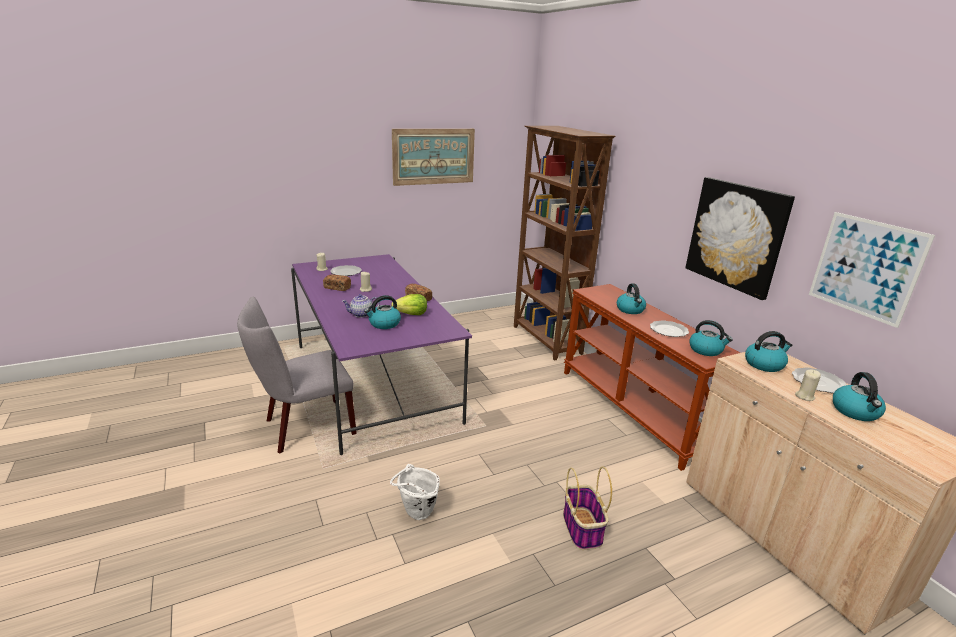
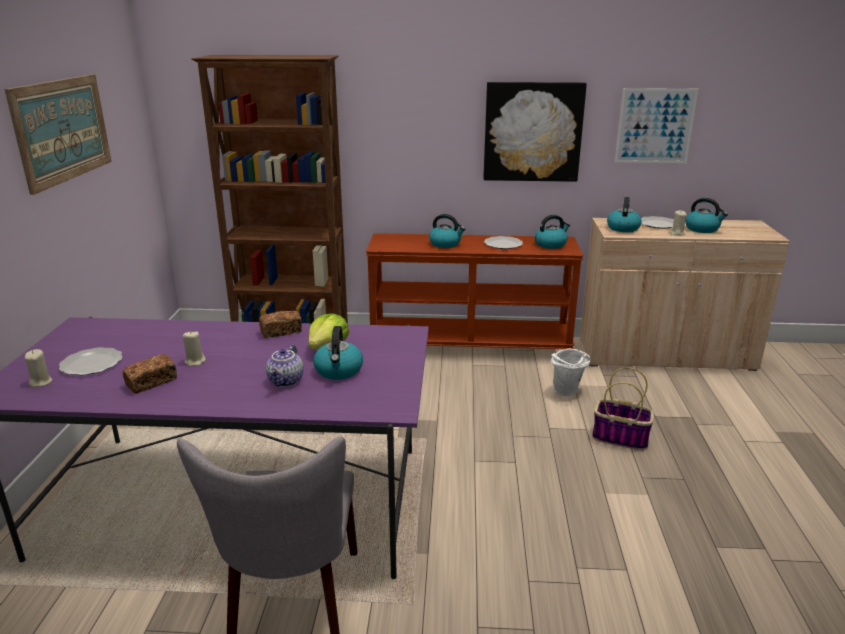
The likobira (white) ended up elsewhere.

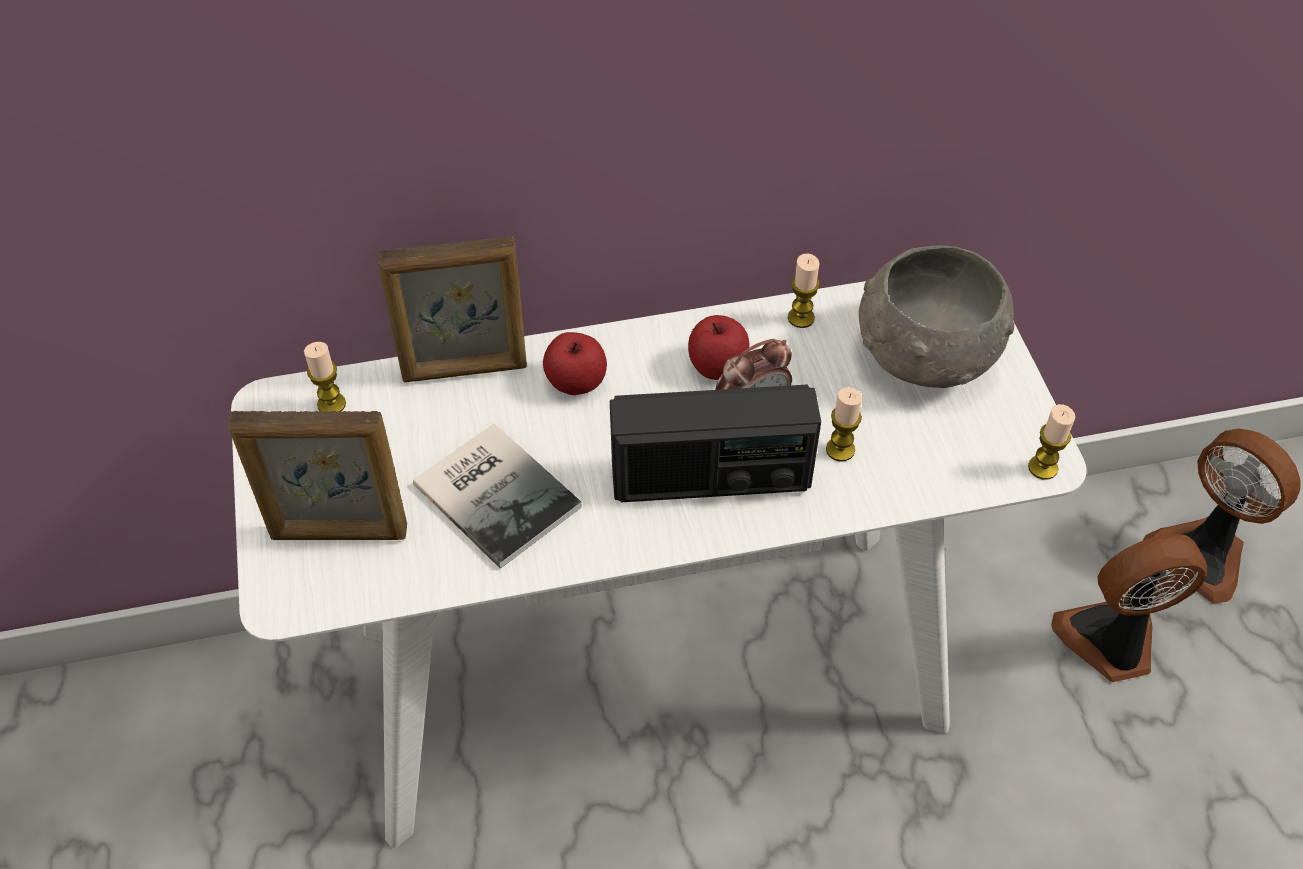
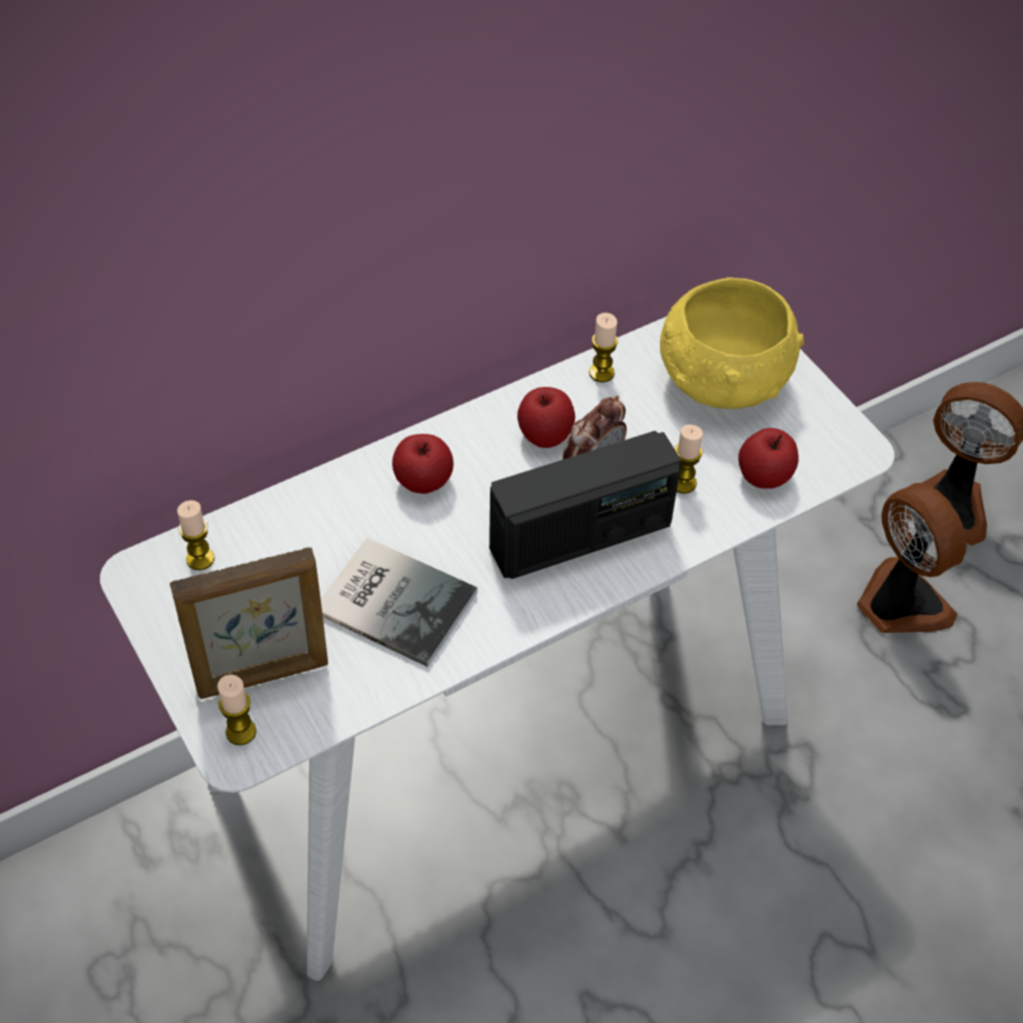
The second view lost the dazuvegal (no. 2 from left).
The second view gained the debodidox (no. 3 from left).
The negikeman (no. 4 from left in the first image) ended up elsewhere.
What was the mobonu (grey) turned into the mobonu (yellow).
The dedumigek (no. 1 from left) ended up facing another way, 90 degrees clockwise from before.

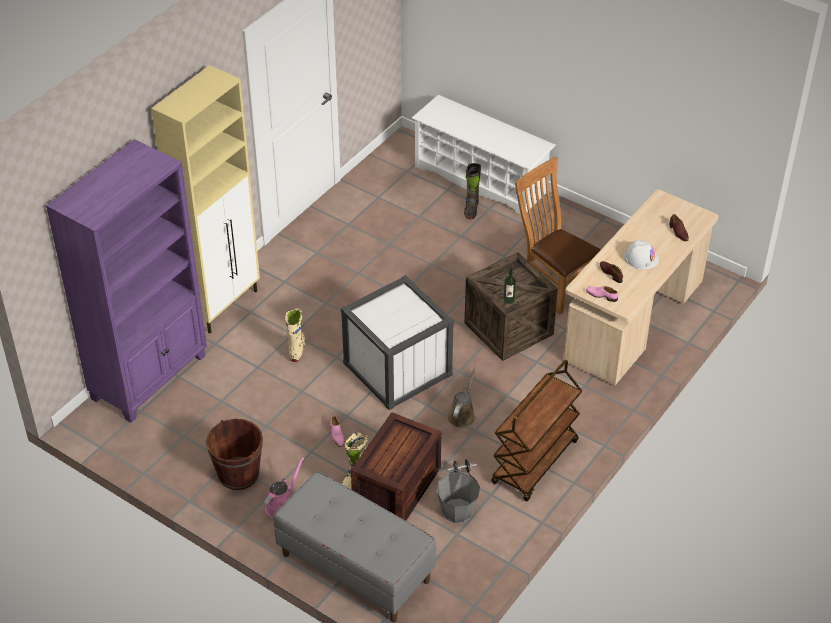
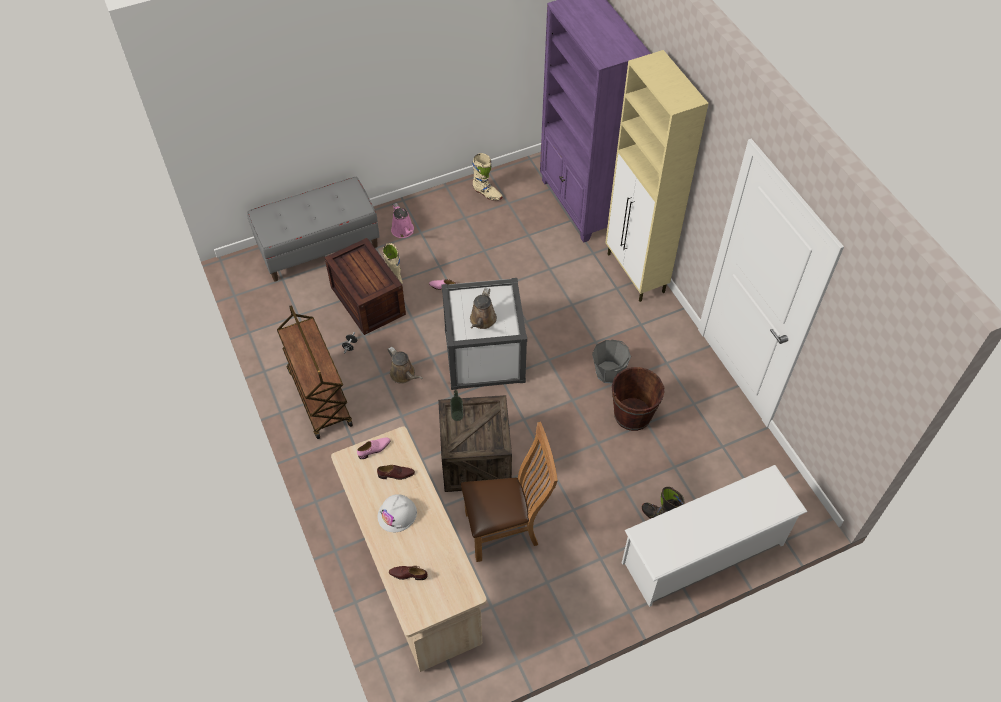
The second view gained the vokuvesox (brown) (no. 2 from left).
The likobira (brown) ended up elsewhere.
The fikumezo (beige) (no. 1 from left in the first image) ended up elsewhere.
The likobira (grey) ended up elsewhere.

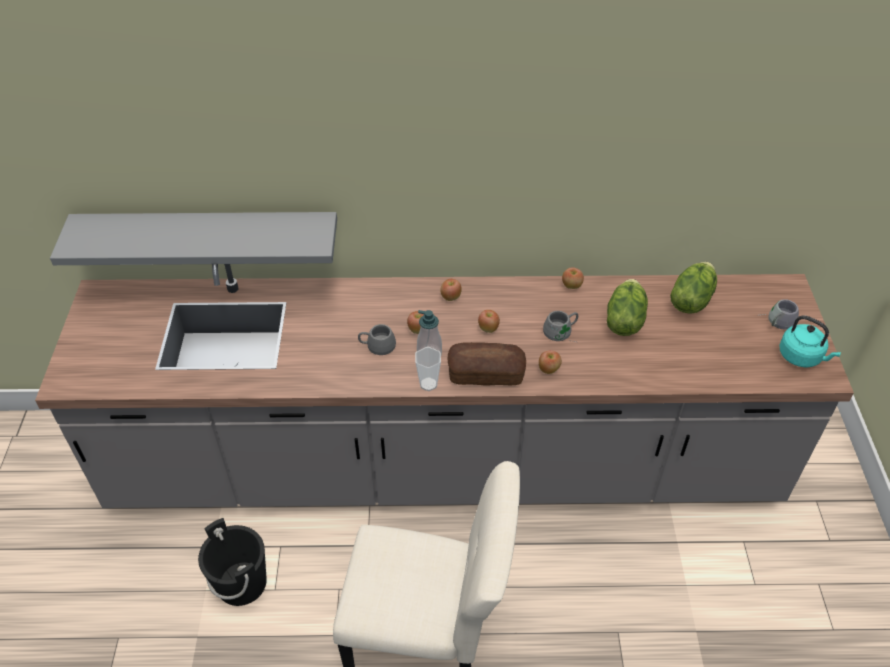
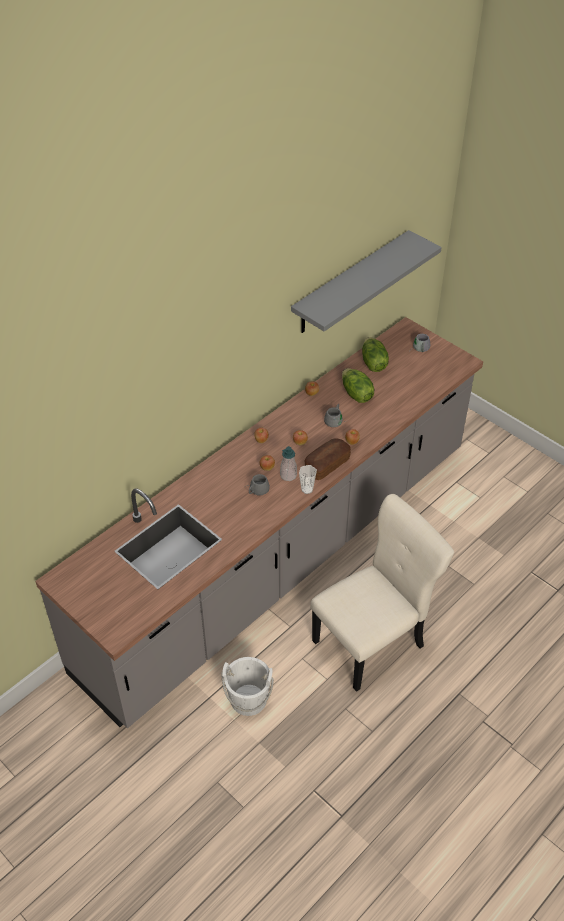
The second view lost the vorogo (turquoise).
The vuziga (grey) ended up elsewhere.
What was the likobira (black) turned into the likobira (white).

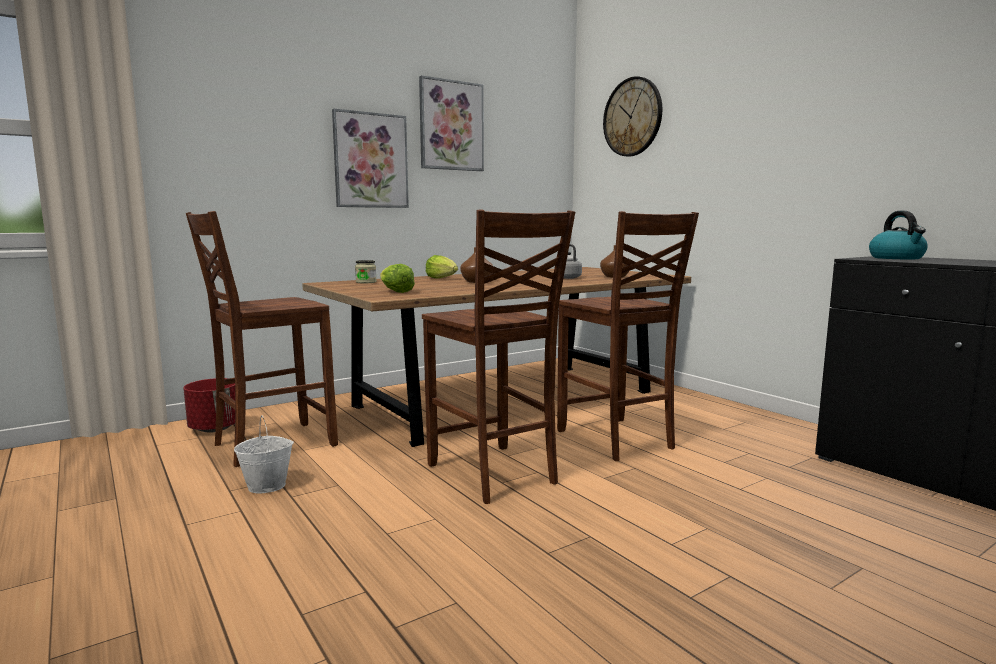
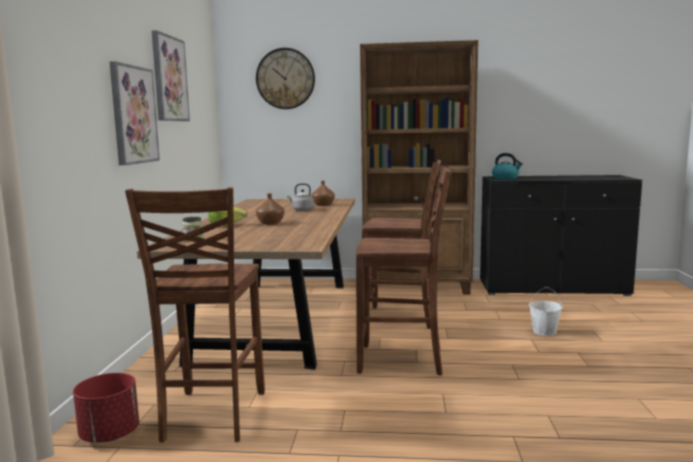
The second view lost the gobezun (no. 1 from left).
The second view gained the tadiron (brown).
The likobira (white) ended up elsewhere.

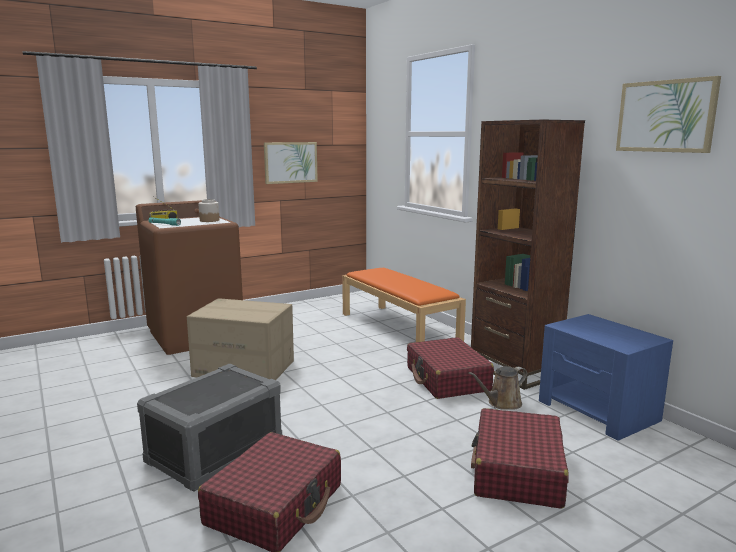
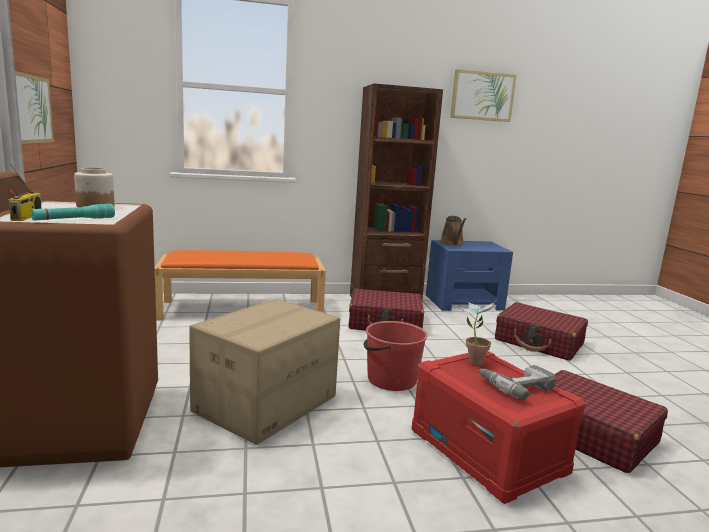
The second view gained the likobira (red).
The second view gained the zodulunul.
The second view gained the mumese.
The vokuvesox (brown) ended up elsewhere.
What was the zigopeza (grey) turned into the zigopeza (red).

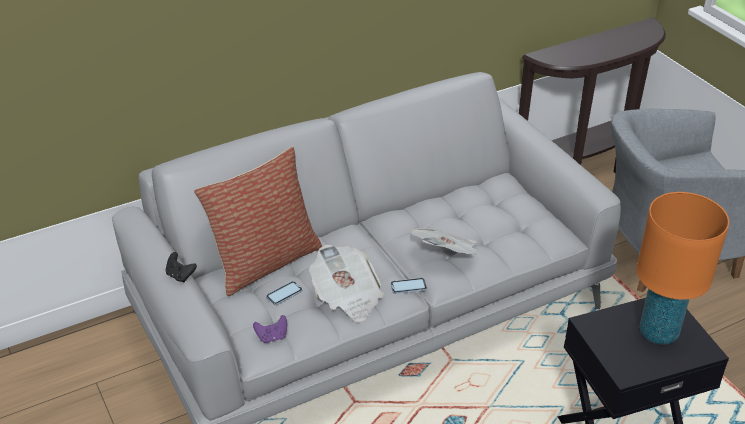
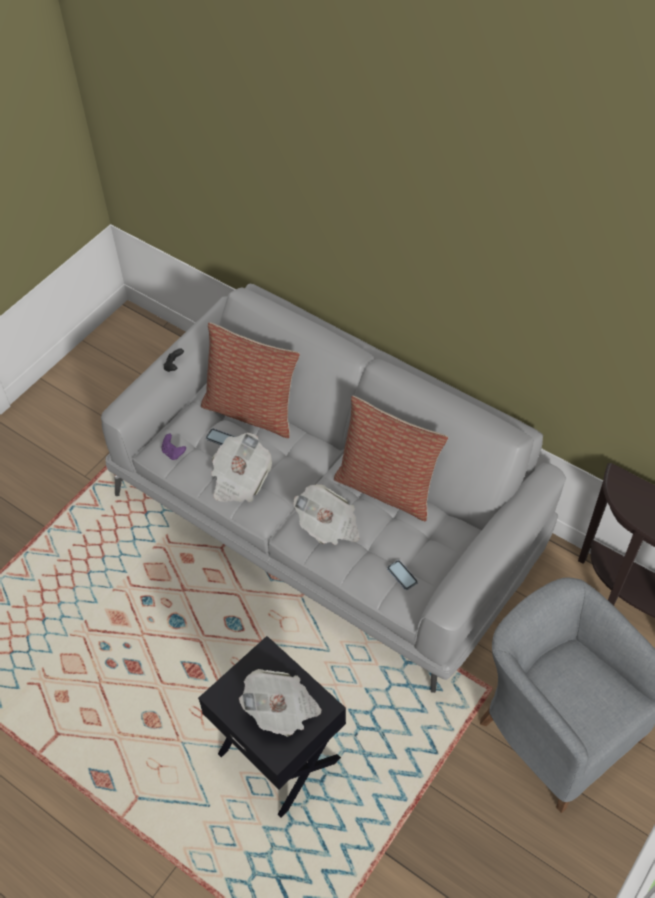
The second view gained the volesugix (no. 2 from left).
The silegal (no. 2 from left) ended up elsewhere.
Where the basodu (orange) stood, the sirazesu (no. 2 from left) came to stand.

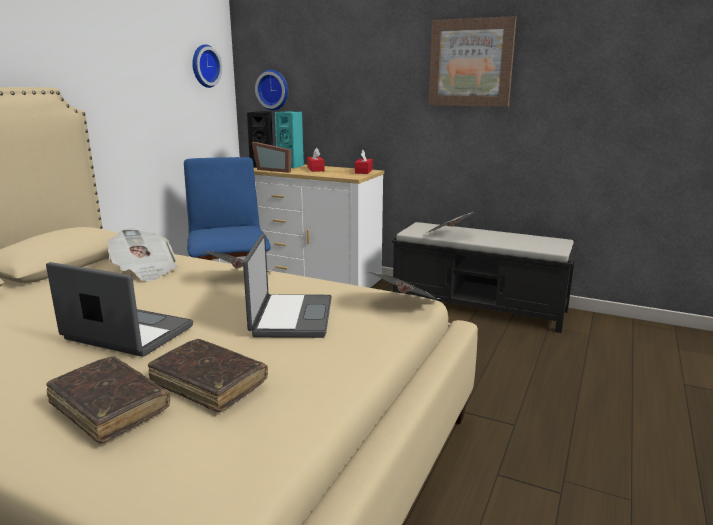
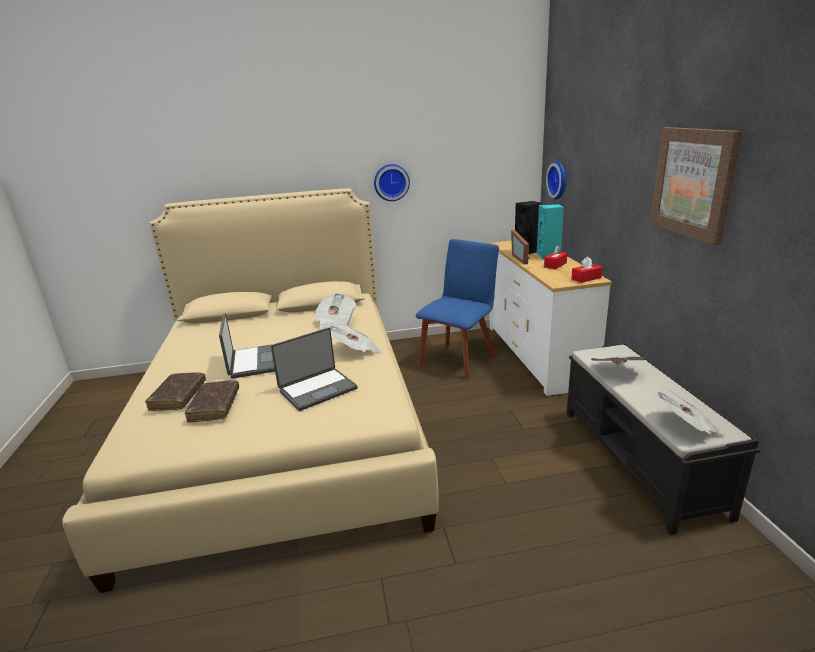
The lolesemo (no. 1 from left) ended up elsewhere.
The sirazesu (no. 3 from left in the first image) ended up elsewhere.

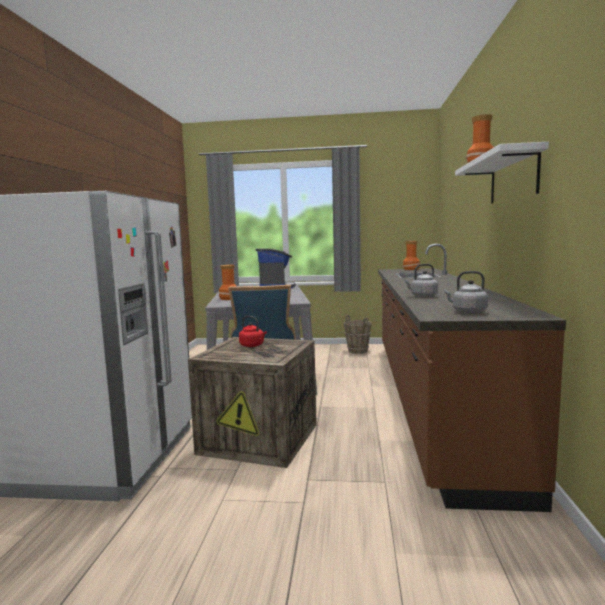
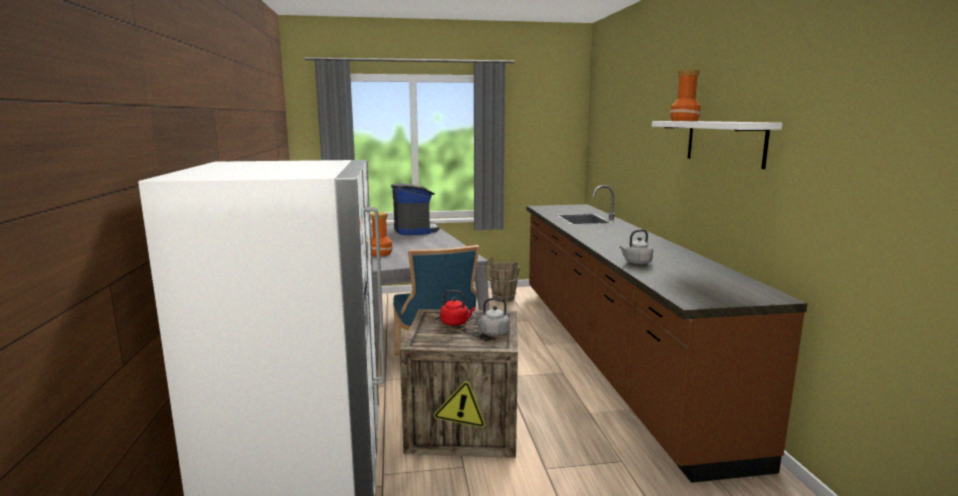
The second view lost the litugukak (no. 2 from left).
The vorogo (grey) (no. 2 from left in the first image) ended up elsewhere.

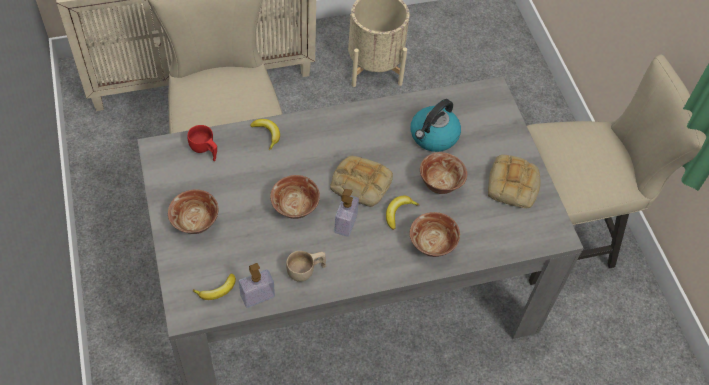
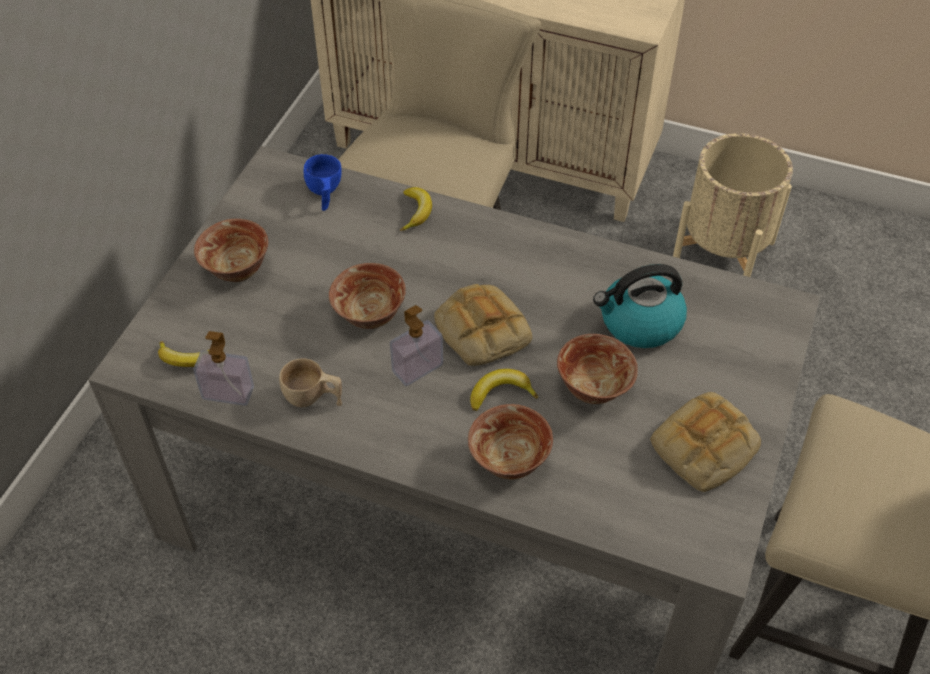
What was the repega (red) turned into the repega (blue).

